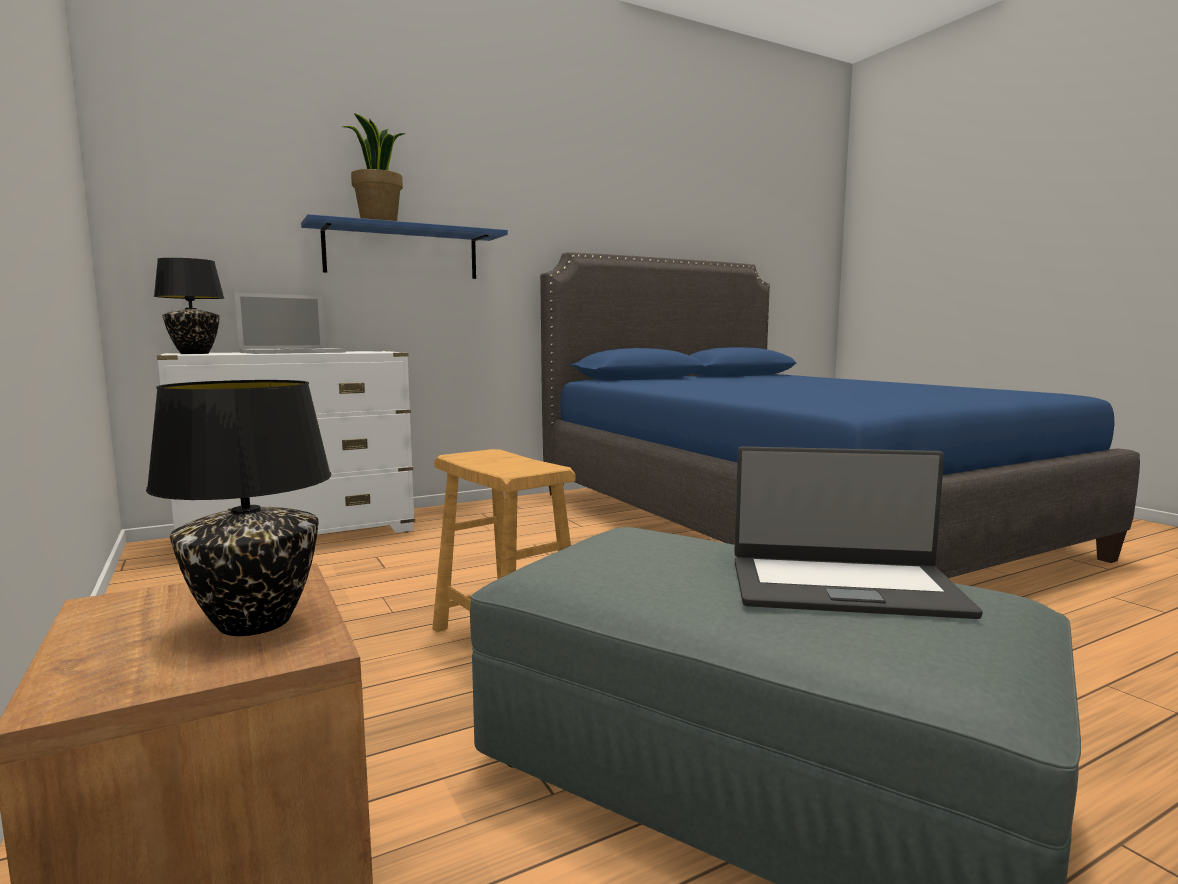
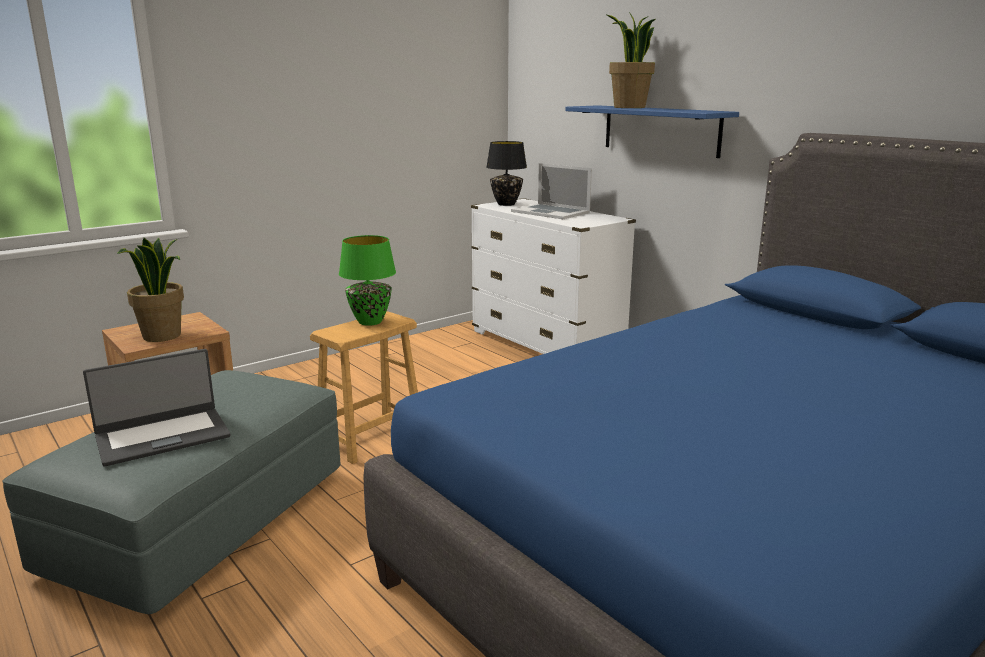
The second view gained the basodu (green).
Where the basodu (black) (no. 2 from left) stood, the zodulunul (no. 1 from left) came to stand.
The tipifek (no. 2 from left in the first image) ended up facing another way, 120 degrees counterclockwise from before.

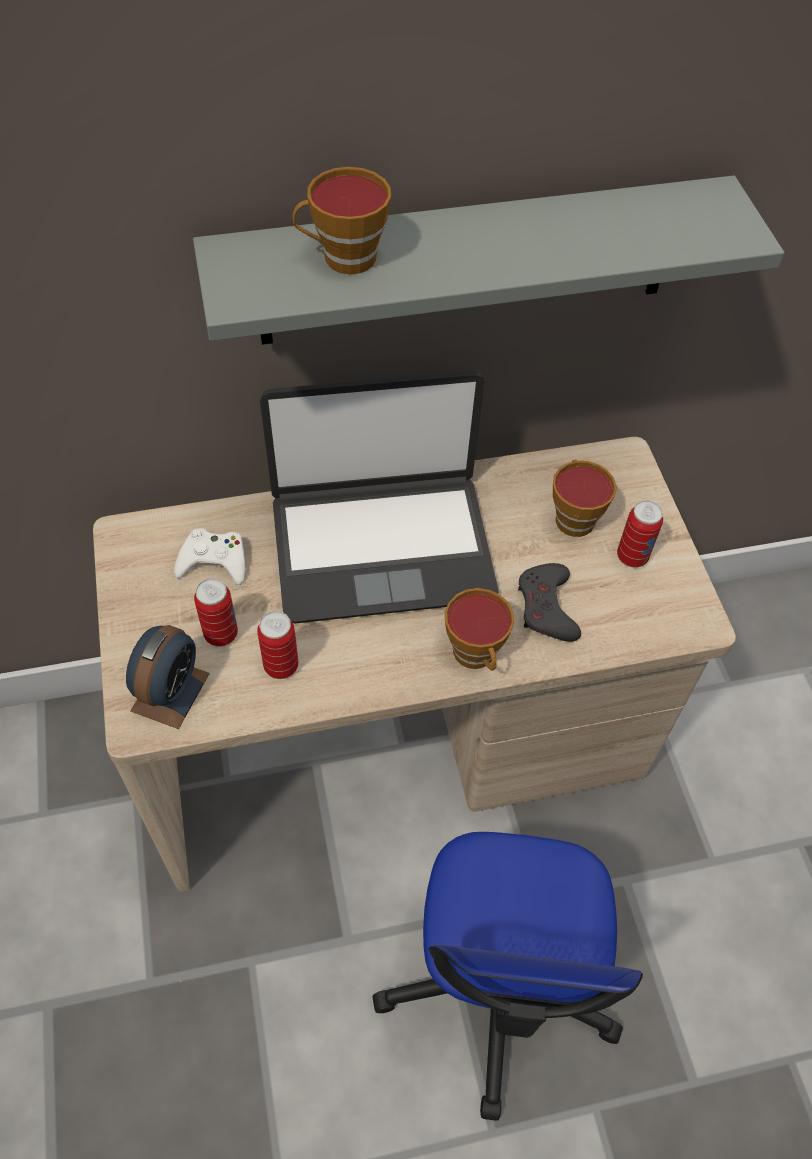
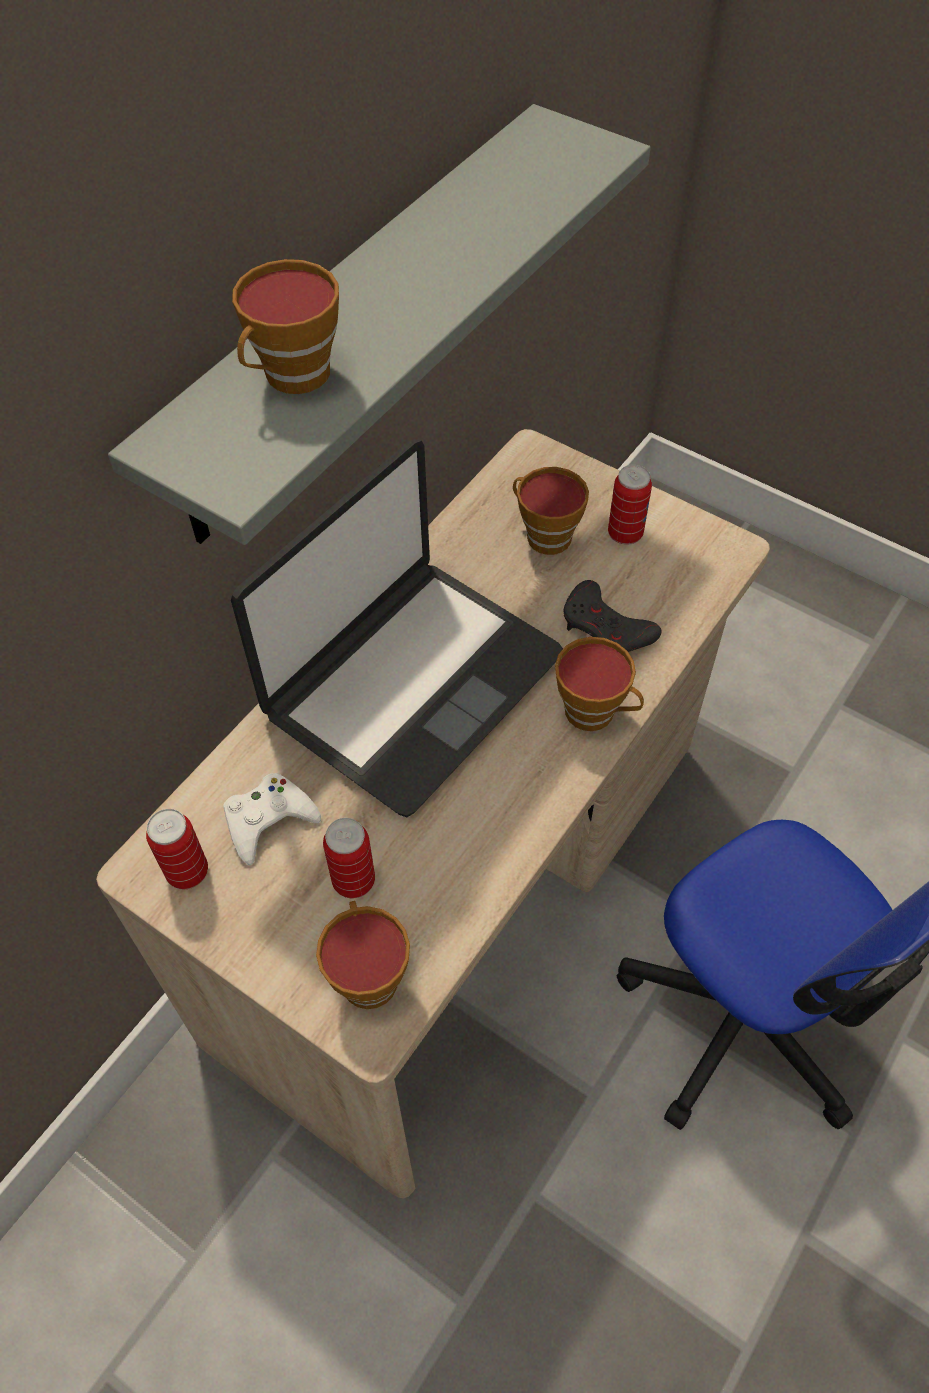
The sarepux (no. 2 from left in the first image) ended up elsewhere.
Where the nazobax stood, the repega (no. 2 from left) came to stand.

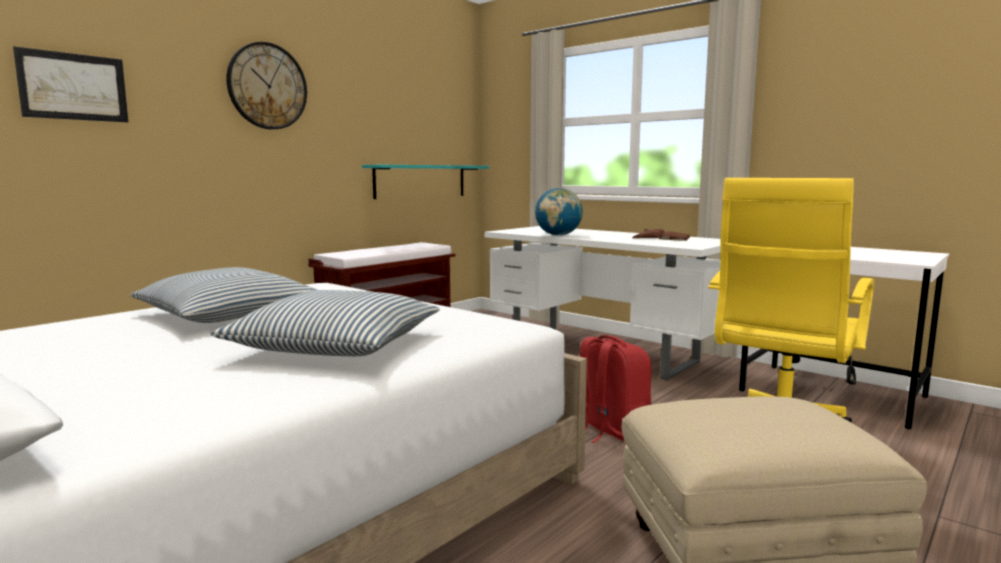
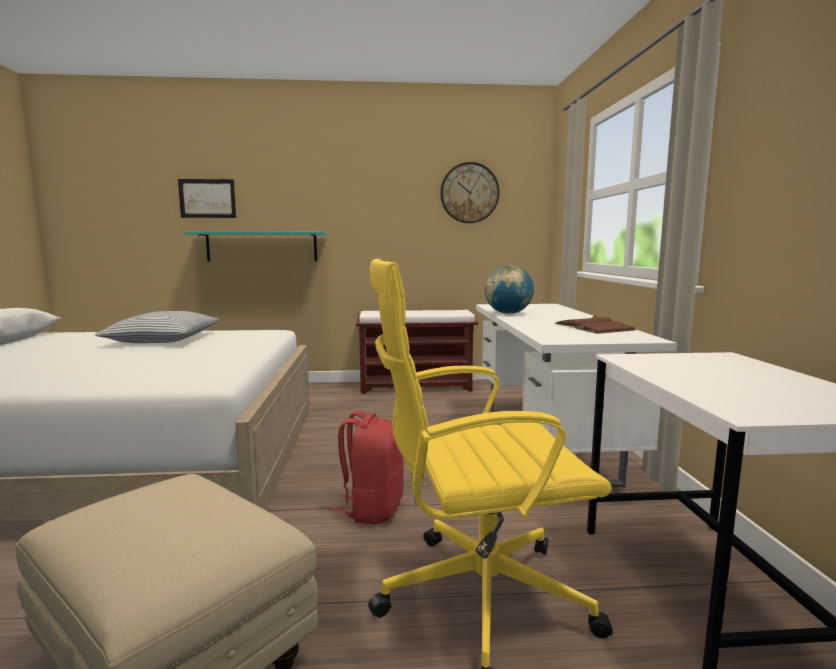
The second view lost the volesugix (no. 2 from left).
The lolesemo ended up elsewhere.
The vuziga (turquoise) ended up elsewhere.

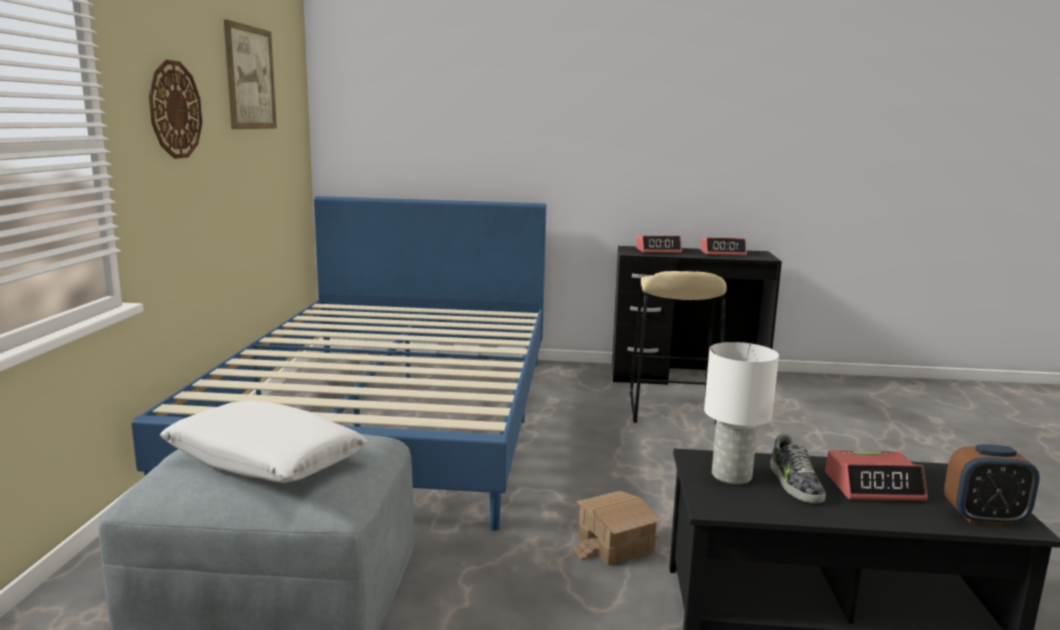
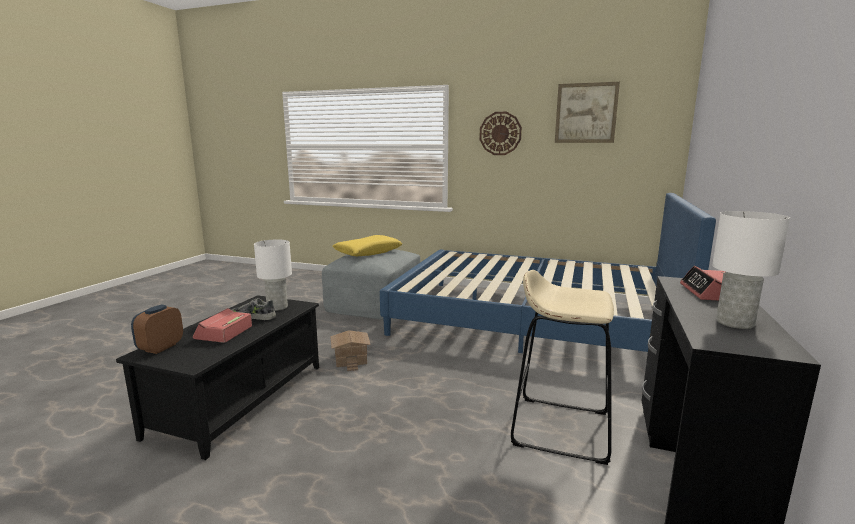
Where the nazobax (no. 2 from left) stood, the basodu (white) (no. 2 from left) came to stand.
What was the volesugix (white) turned into the volesugix (yellow).

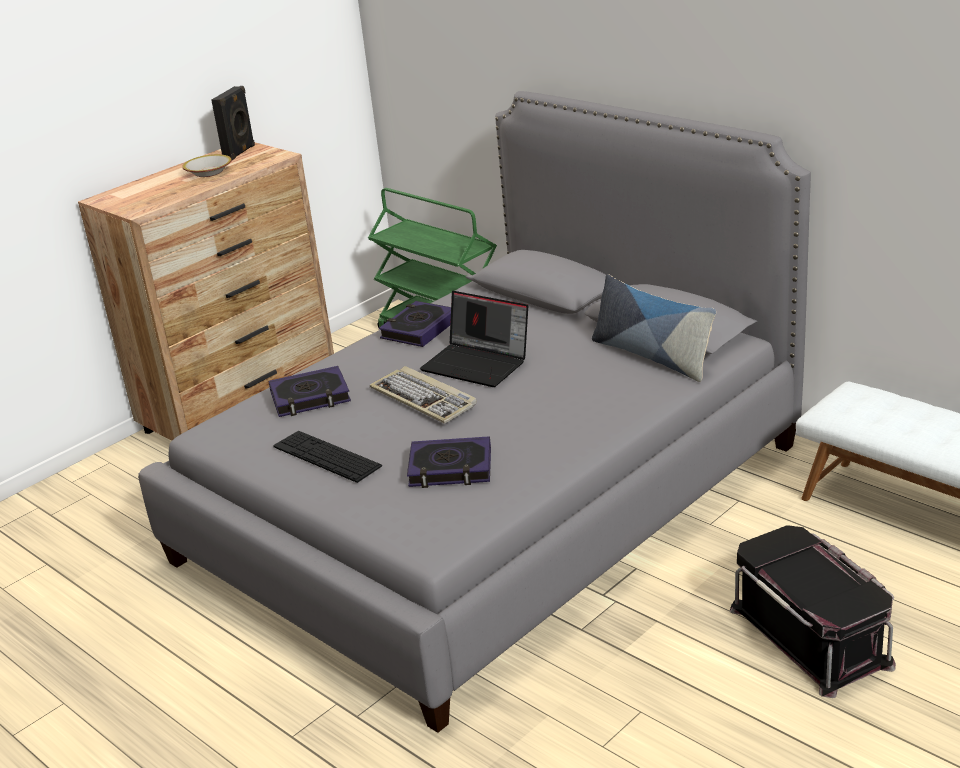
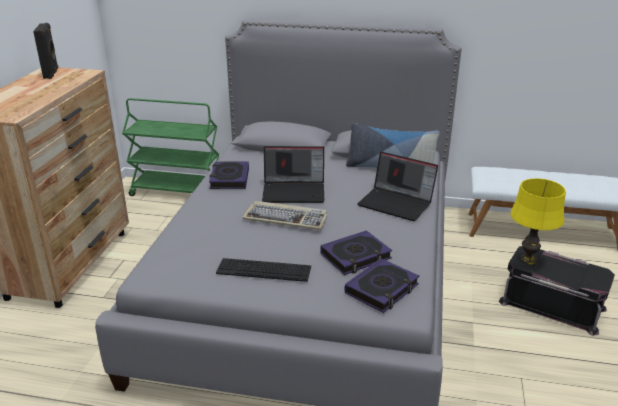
The second view lost the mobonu.
The second view gained the tipifek (no. 2 from left).
The second view gained the basodu (yellow).
The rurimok (no. 1 from left in the first image) ended up elsewhere.

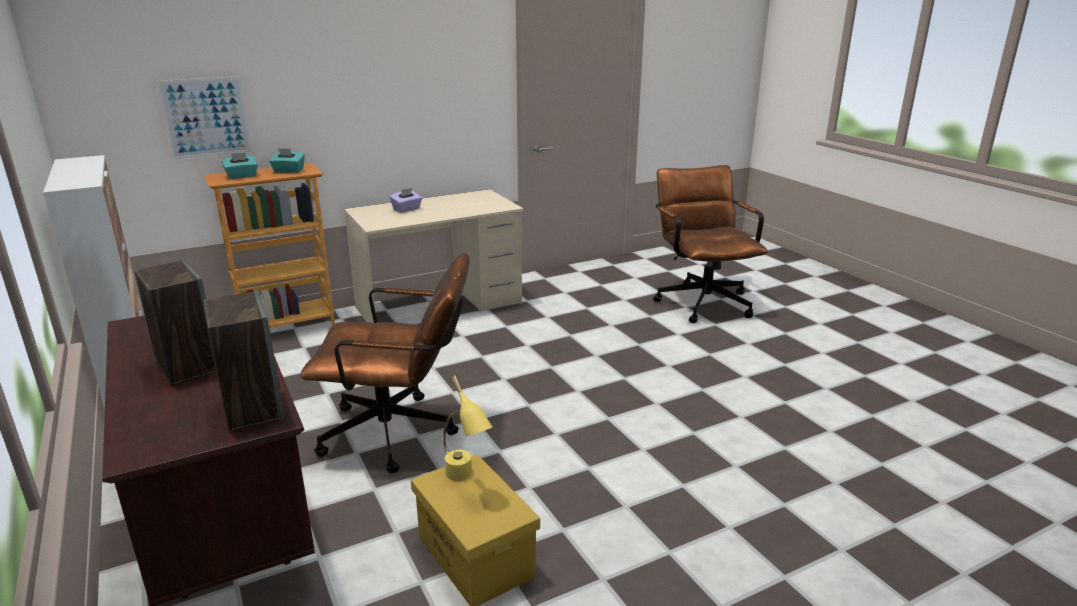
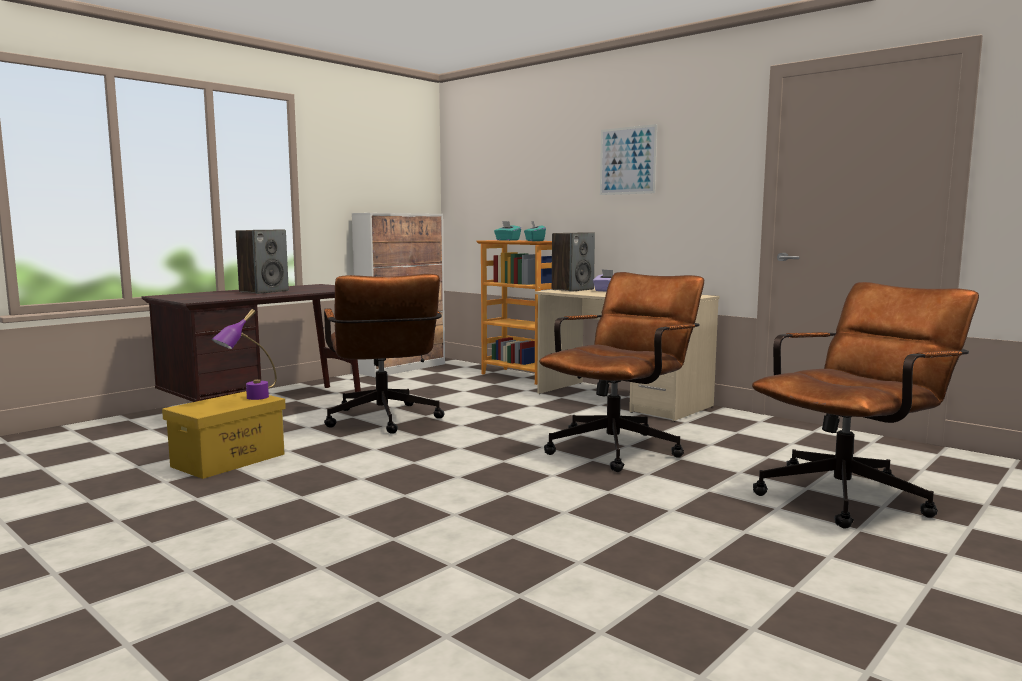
The second view gained the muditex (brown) (no. 2 from left).
The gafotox ended up elsewhere.
The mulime (no. 2 from left) ended up elsewhere.
What was the basodu (yellow) turned into the basodu (purple).

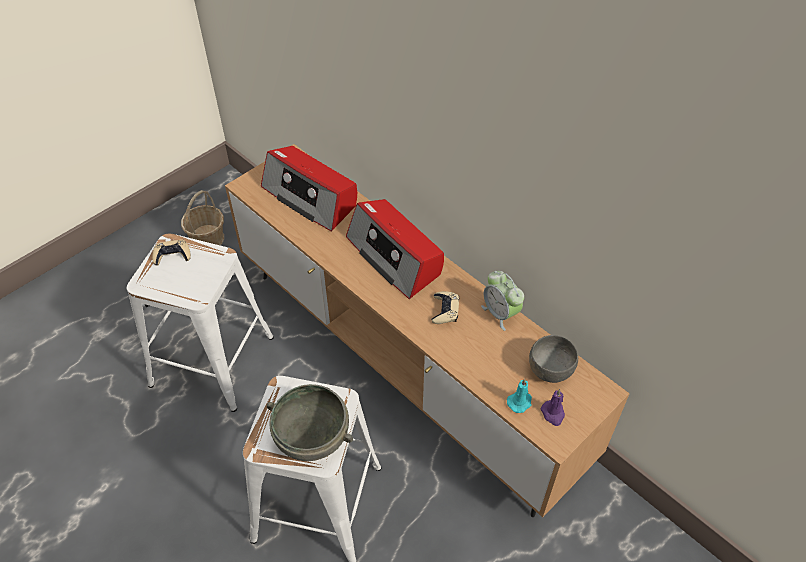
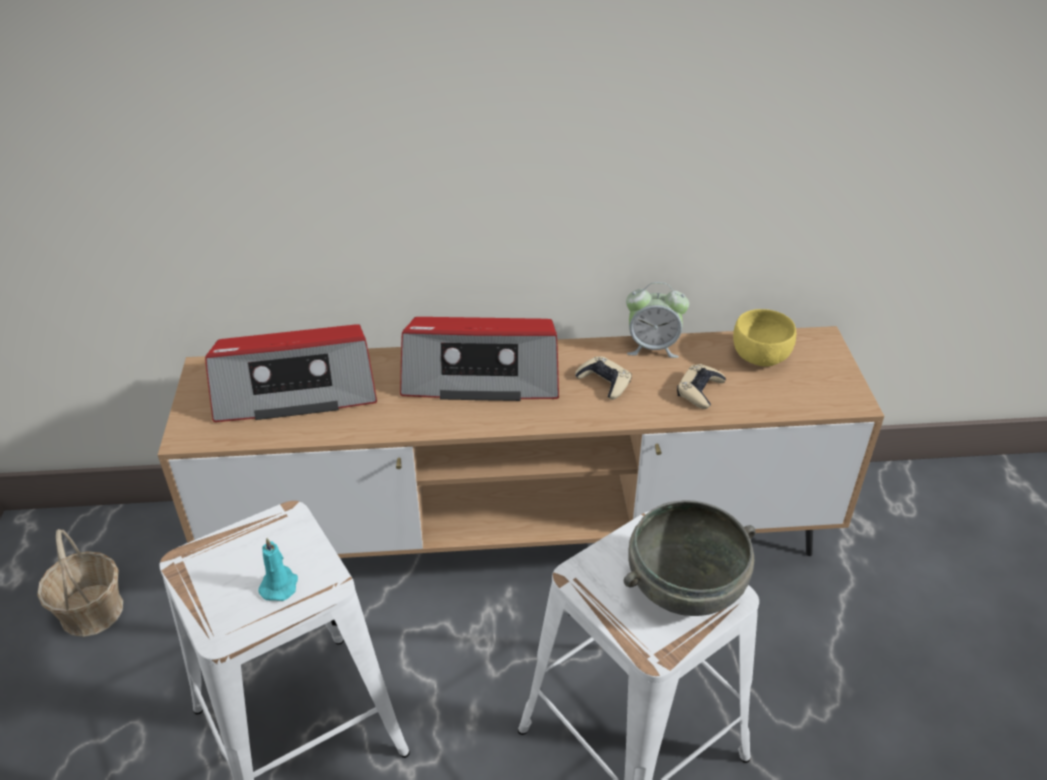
The second view lost the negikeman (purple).
The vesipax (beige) (no. 1 from left in the first image) ended up elsewhere.
The negikeman (turquoise) ended up elsewhere.
What was the mobonu (grey) (no. 2 from left) turned into the mobonu (yellow).

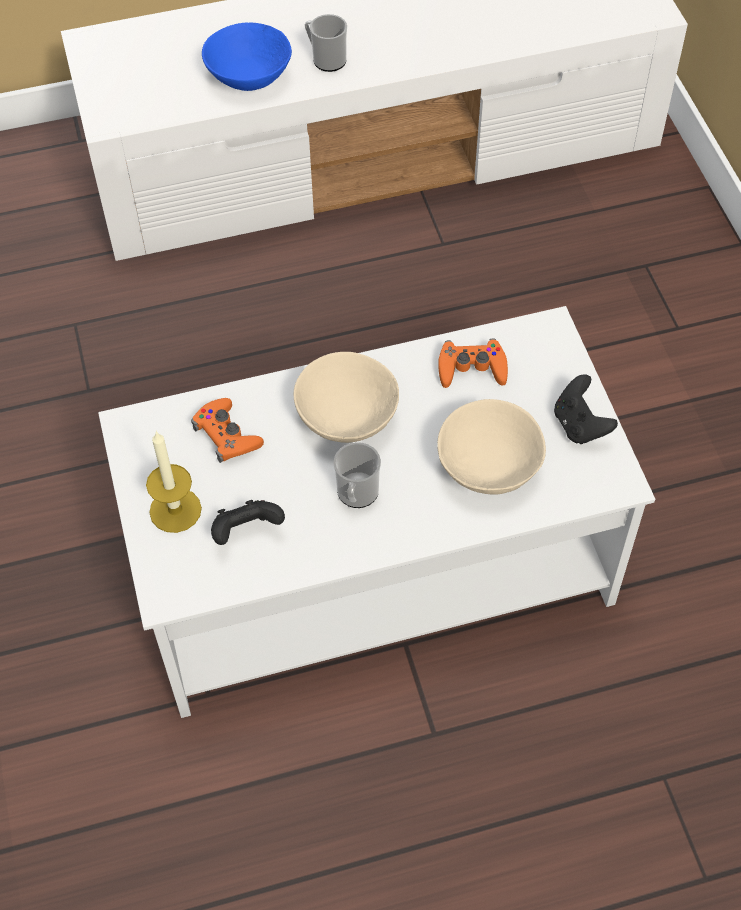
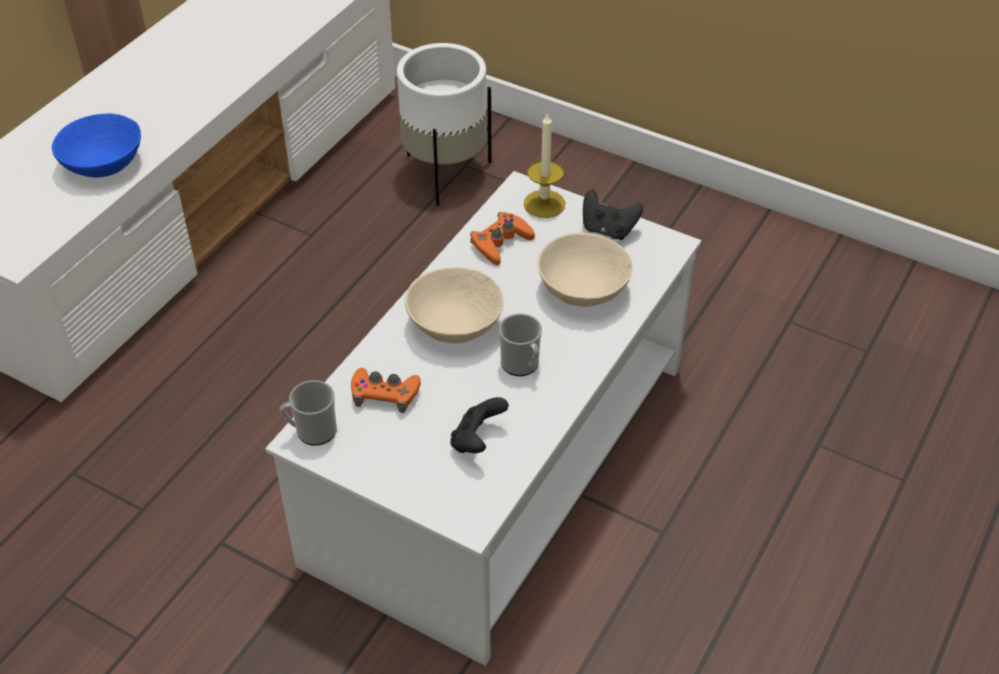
The second view gained the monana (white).
The negikeman ended up elsewhere.
The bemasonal (no. 1 from left) ended up elsewhere.

